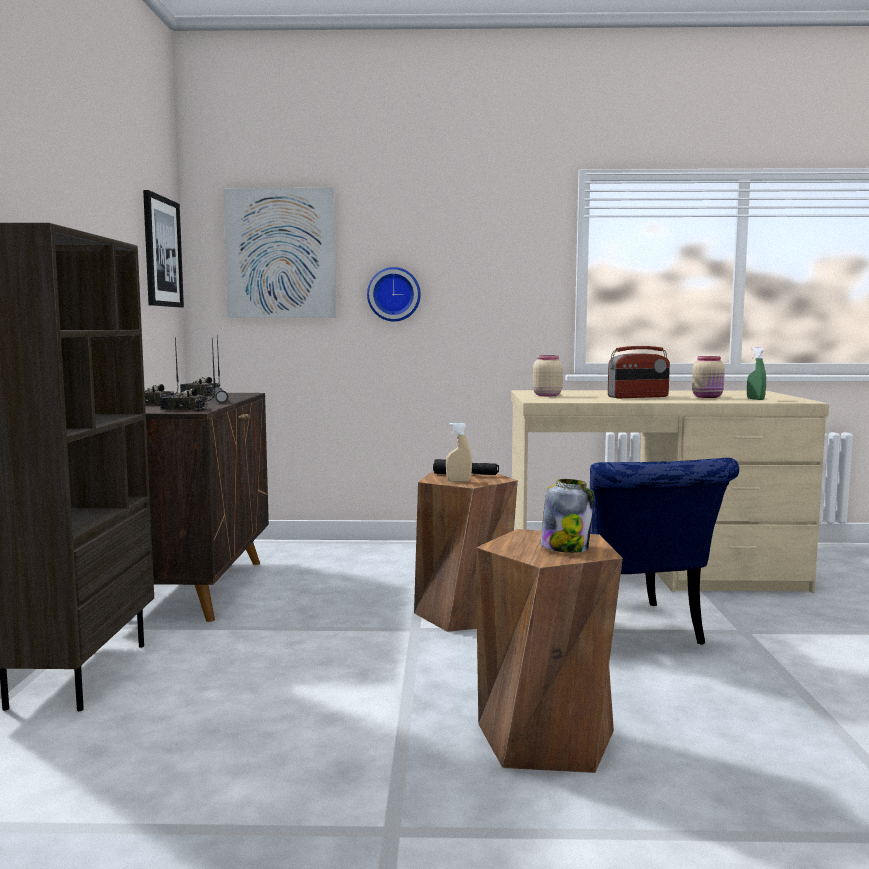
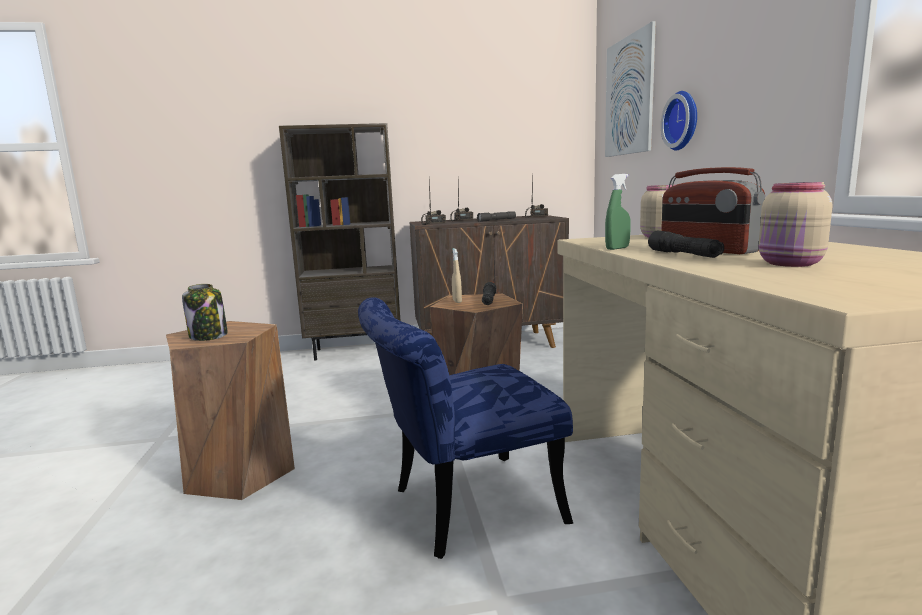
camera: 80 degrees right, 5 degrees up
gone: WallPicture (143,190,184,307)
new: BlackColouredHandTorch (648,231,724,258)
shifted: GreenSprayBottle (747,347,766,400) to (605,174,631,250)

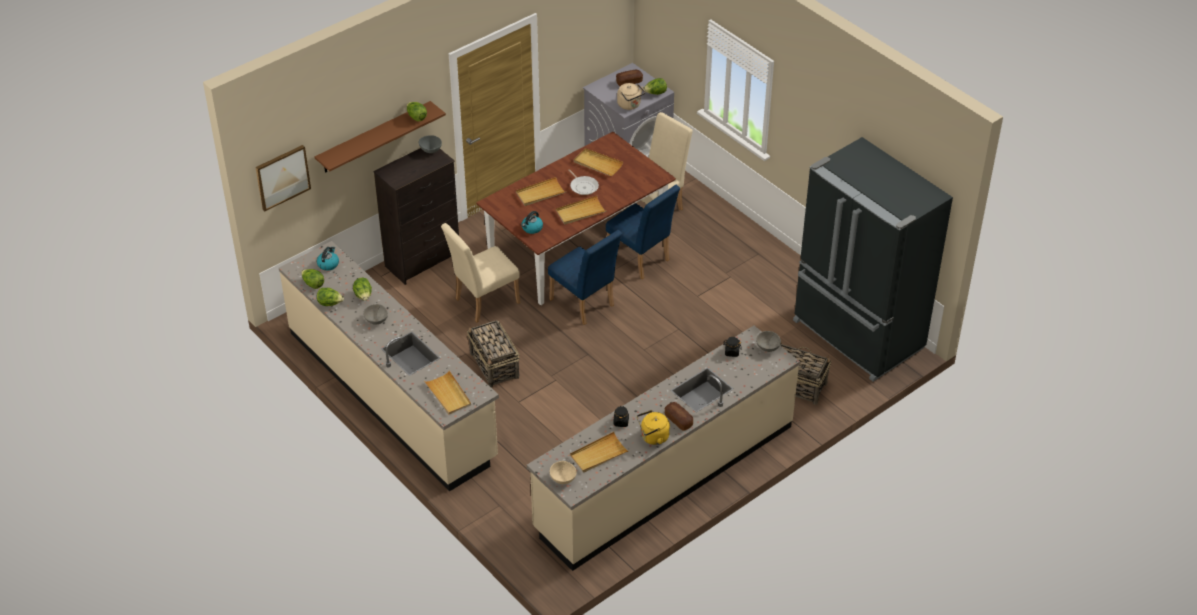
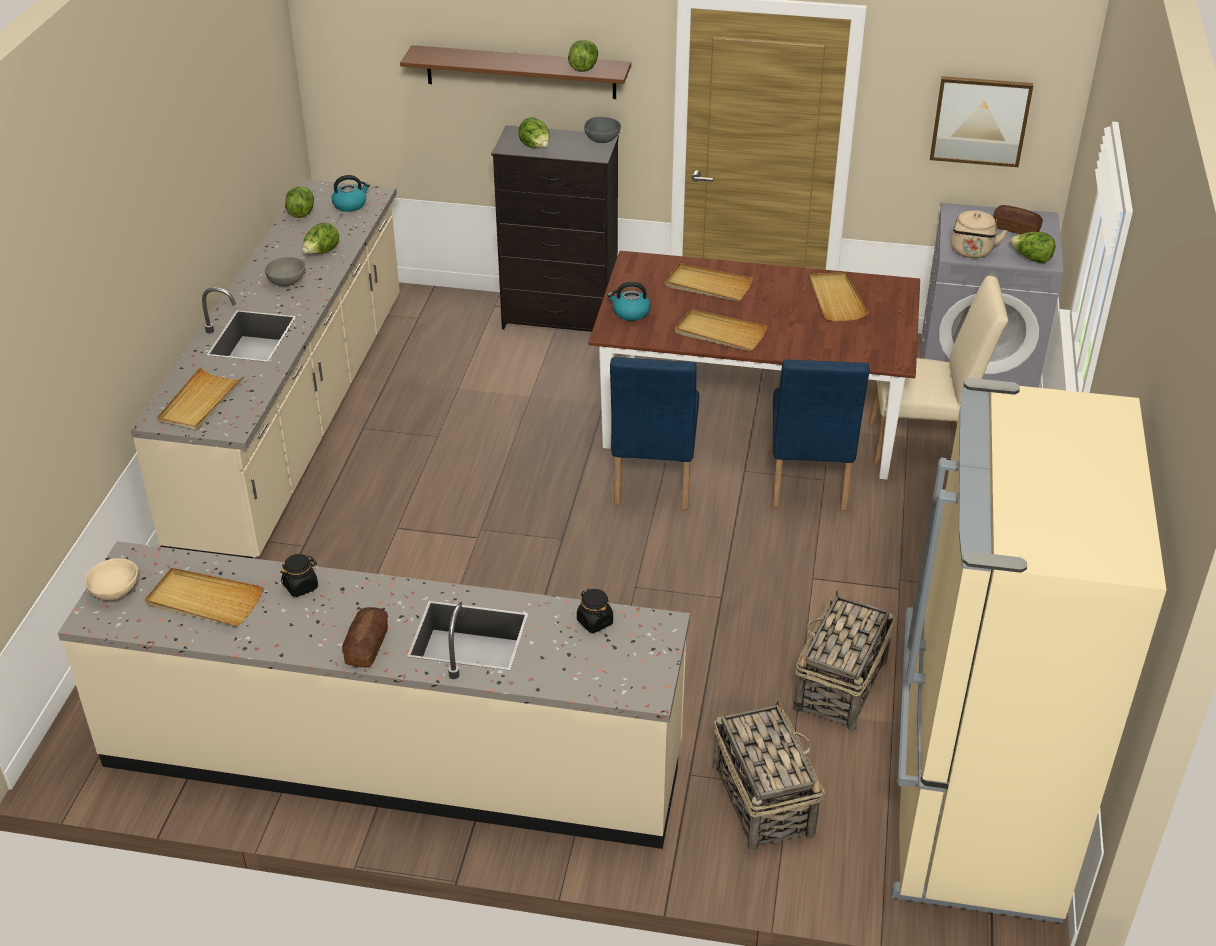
camera: 50 degrees right, 5 degrees down
gone: SandColouredChair (441,223,520,322); Pan (569,169,599,195); YellowishKettle (637,410,670,445); GreyishServingBowl (756,331,781,352)
shifted: WallPicture (255,145,311,211) to (930,76,1033,167); Lettuce (317,288,344,306) to (518,117,550,148); StorageBasket (467,320,519,387) to (793,590,895,731)
repainted: BlackColouredKitchenFridge (793,137,953,382) to SandColouredKitchenFridge (891,378,1166,923)

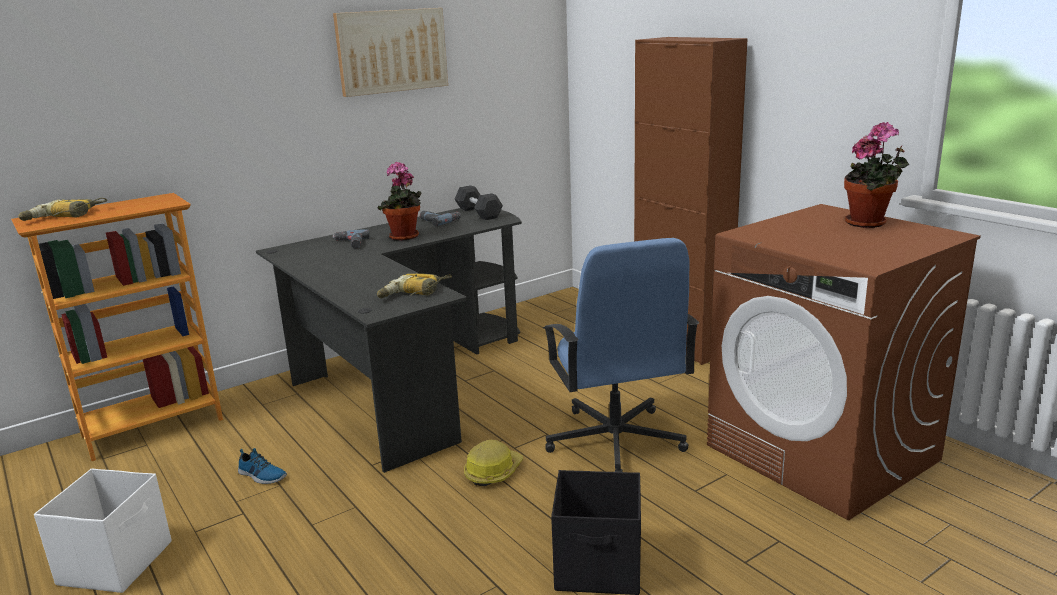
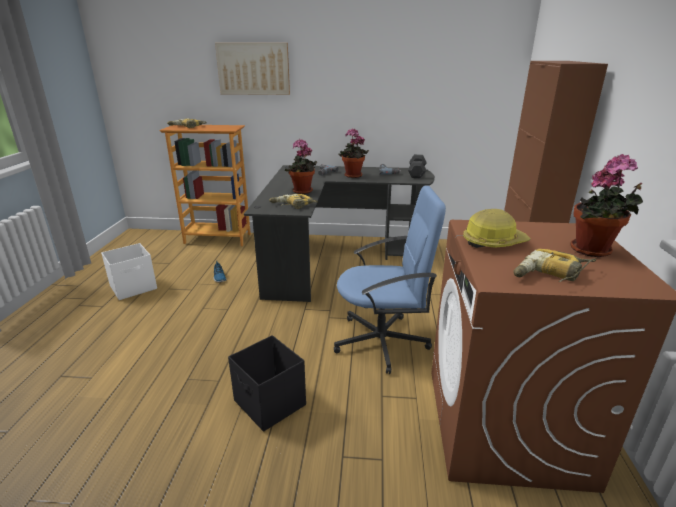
camera: 40 degrees right, 5 degrees up
new: PottedPlant (285,139,317,194); ElectricDrill (514,249,596,282)
shifted: WallPicture (333,8,448,97) to (215,43,290,95); SafetyHelmet (464,440,523,486) to (463,209,531,248)
rotated: BlueDeskChair (543,238,699,472) = (334,186,446,374) 120 degrees counterclockwise

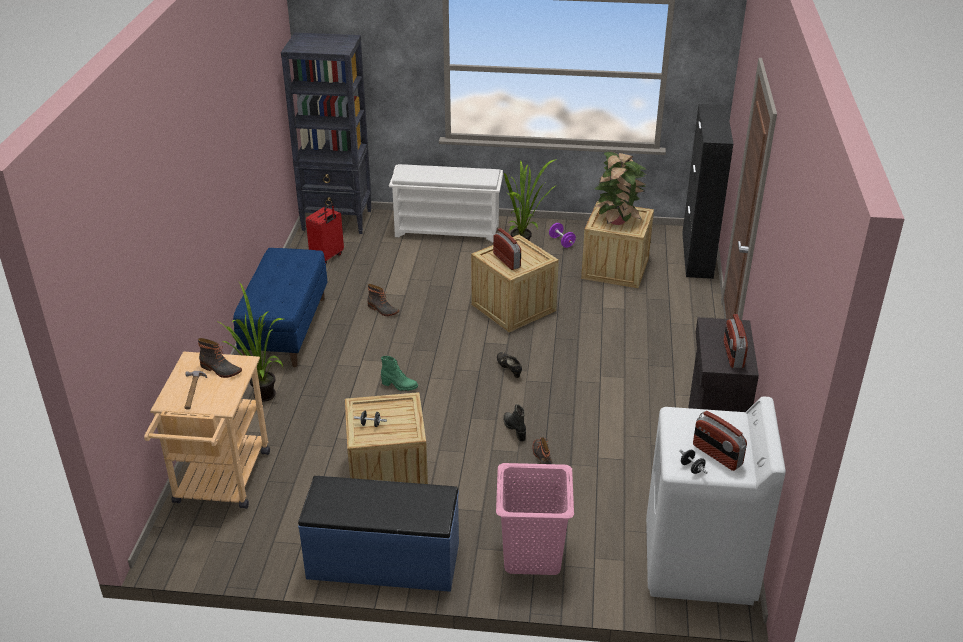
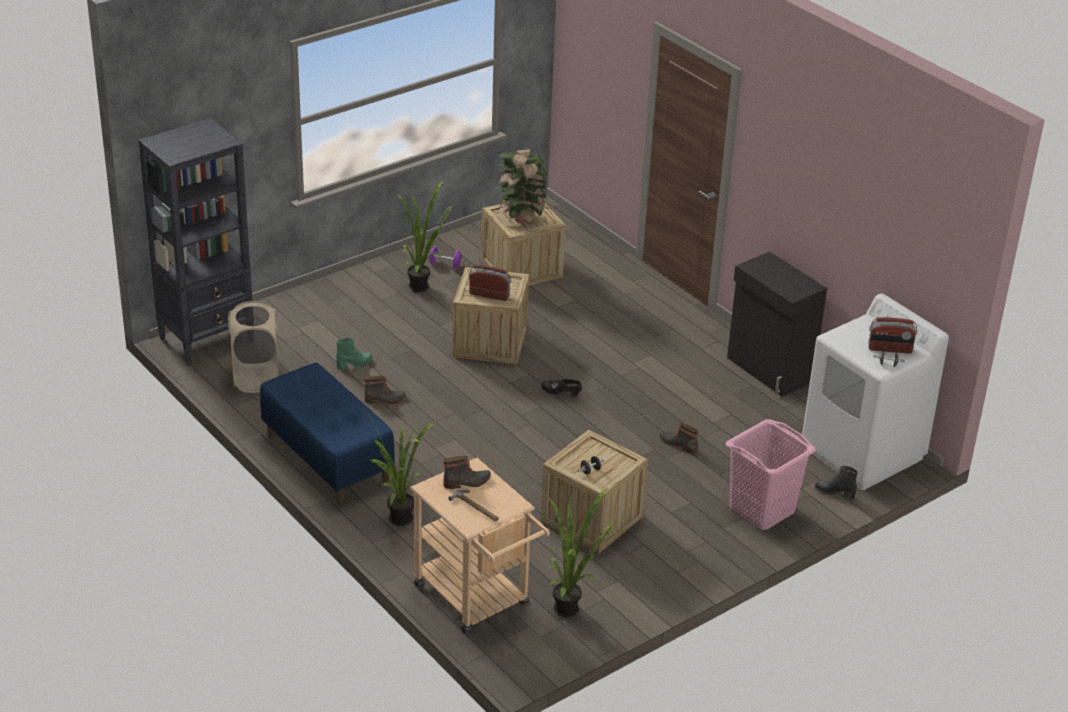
camera: 45 degrees left, 0 degrees up
gone: BlueLongSeat (298,476,459,592); WhiteShoeRack (389,164,503,243); BlackColouredCabinet (682,104,733,279); Radio (724,314,748,368)
new: PottedPlant (548,487,616,617)
shifted: GreenHighTopBoot (381,356,418,391) to (336,338,373,370); BlackColouredHighTopBoot (503,404,526,441) to (815,466,858,500)
swapped: RedColouredPieceOfLuggage (306,203,344,264) to SandColouredWashingBasket (228,301,279,393)

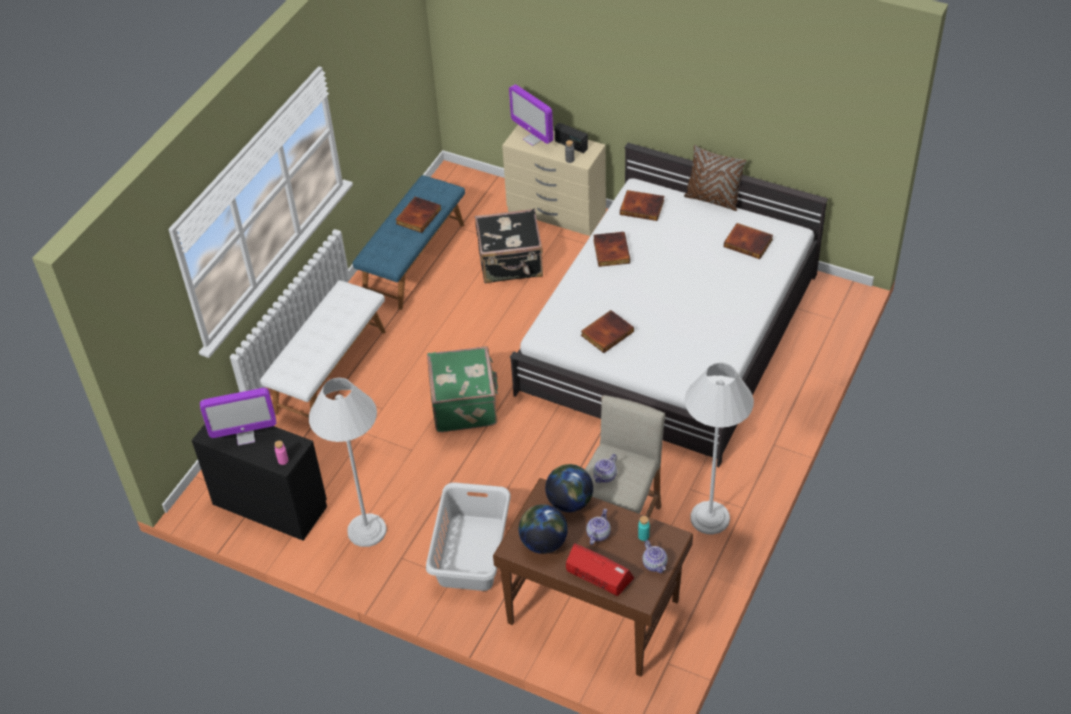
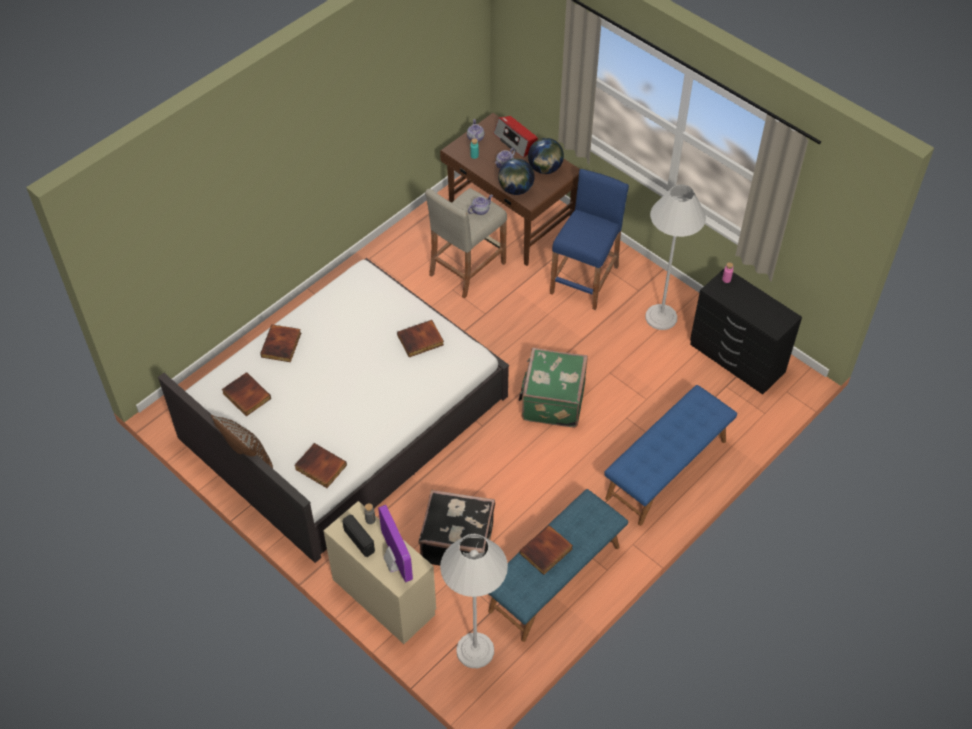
camera: 165 degrees left, 5 degrees up
gone: ComputerScreen (200,388,277,446)
shifted: BoundBook (593,232,630,267) to (260,325,301,362); WhiteStandardLamp (685,363,754,534) to (440,534,508,668)
swapped: GreyishWashingBasket (426,482,511,591) to BlueSittingStool (550,169,629,310)
repainted: WhiteLongSeat (260,280,386,418) to BlueLongSeat (604,385,737,526)

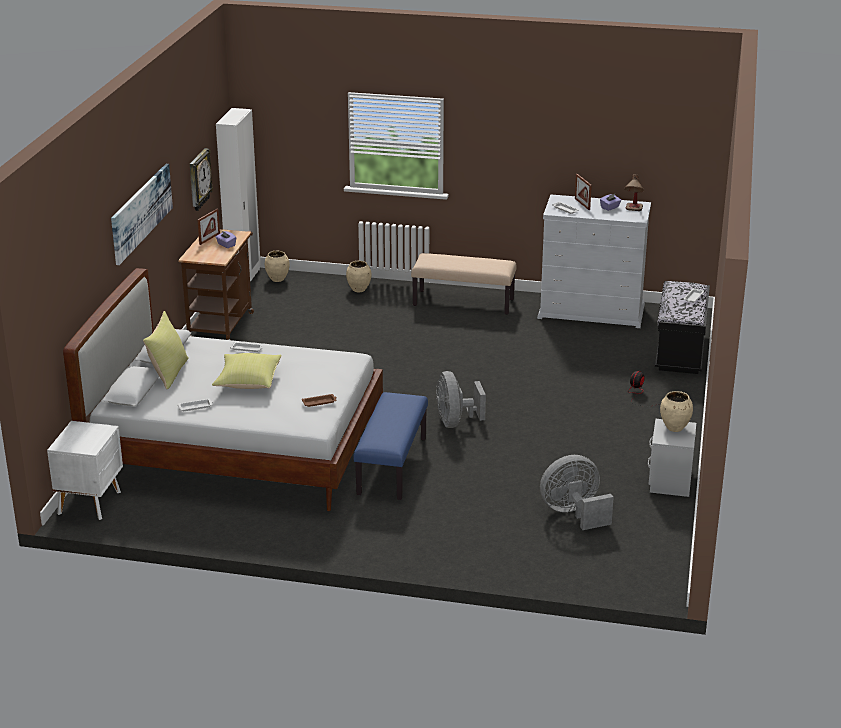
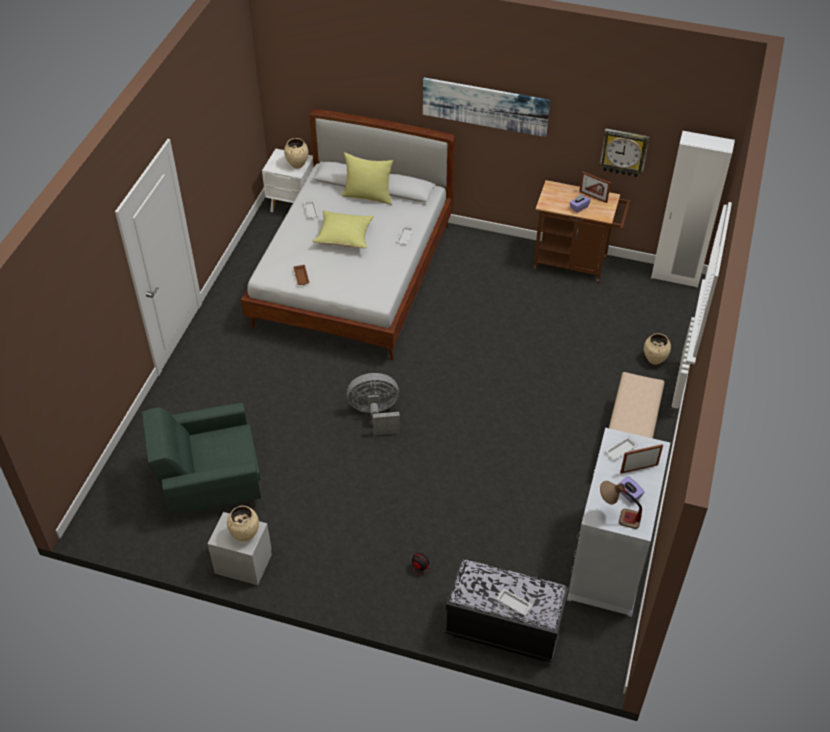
camera: 95 degrees right, 20 degrees up
gone: BlueLongSeat (353,392,428,500)
shifted: SandColouredFlowerVase (265,251,290,282) to (284,138,309,169)
swapped: GreyishFan (540,455,614,530) to GreenLoungeChair (142,403,261,515)

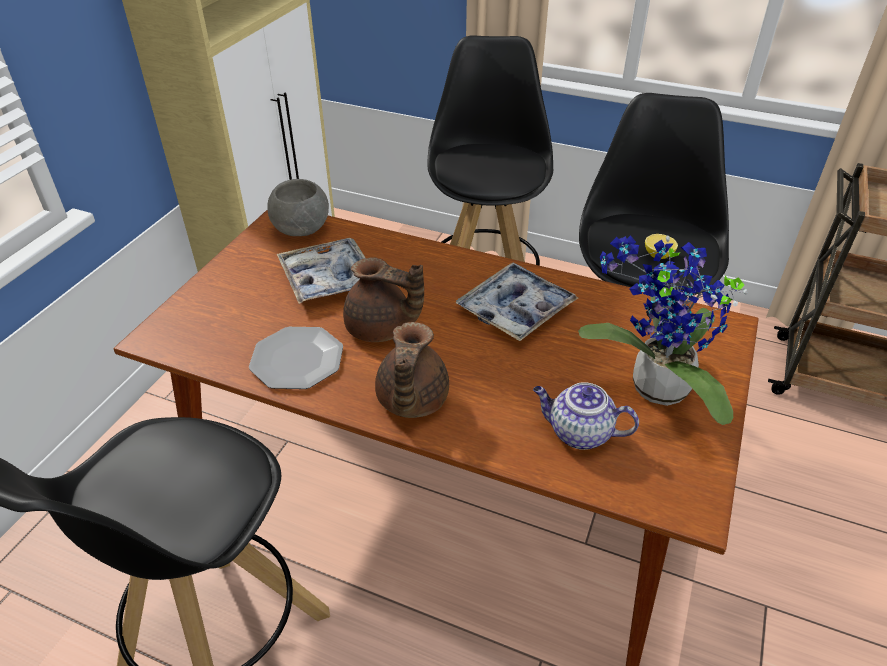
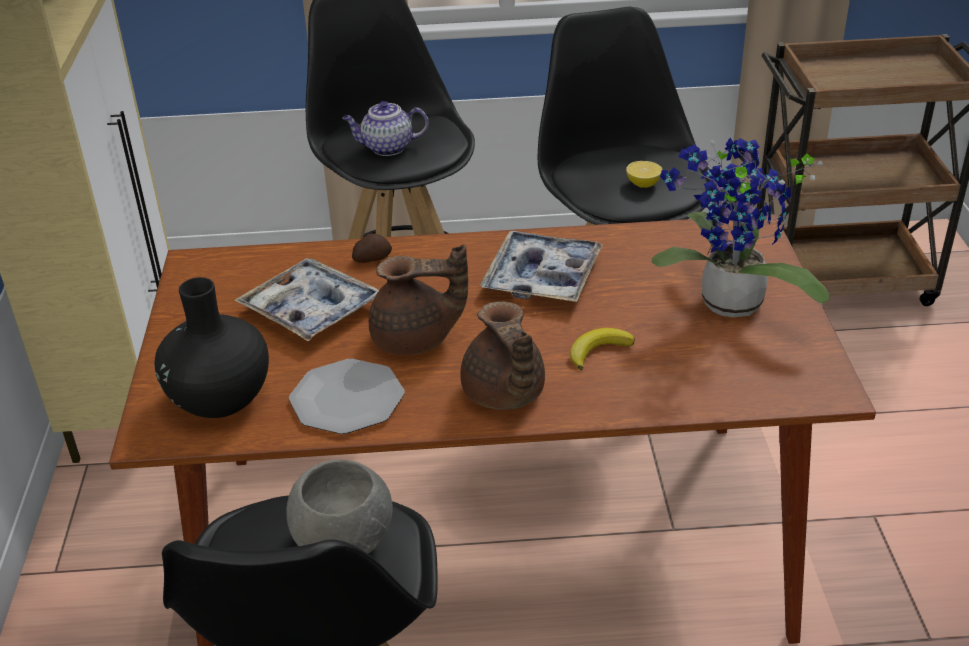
camera: 25 degrees left, 5 degrees down
new: BlackColouredFlowerVase (154,277,269,418); WholePotato (352,233,392,263); Banana (570,328,635,370)
shifted: GreyishServingBowl (267,179,329,236) to (286,459,393,554); TeaPot (533,382,639,450) to (342,101,429,156)

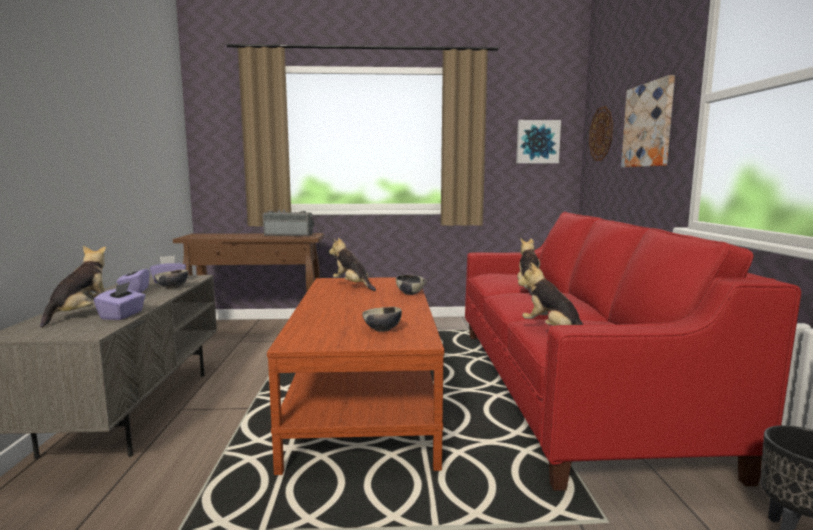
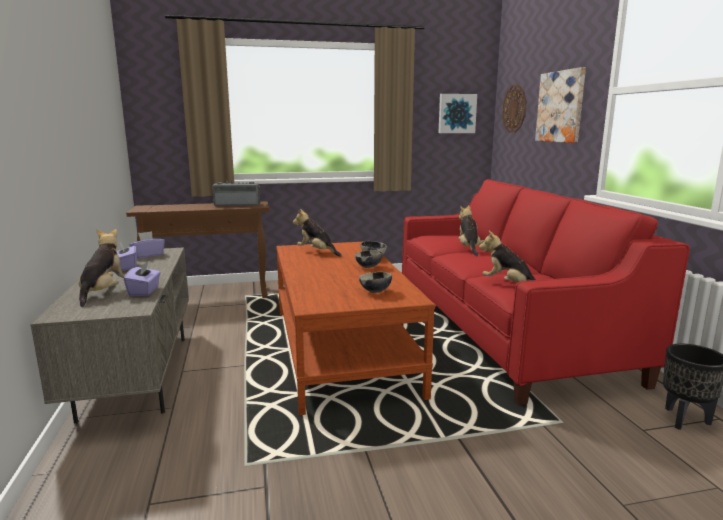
camera: 10 degrees left, 5 degrees up
shifted: ServingBowl (154,270,189,289) to (354,250,383,268)

